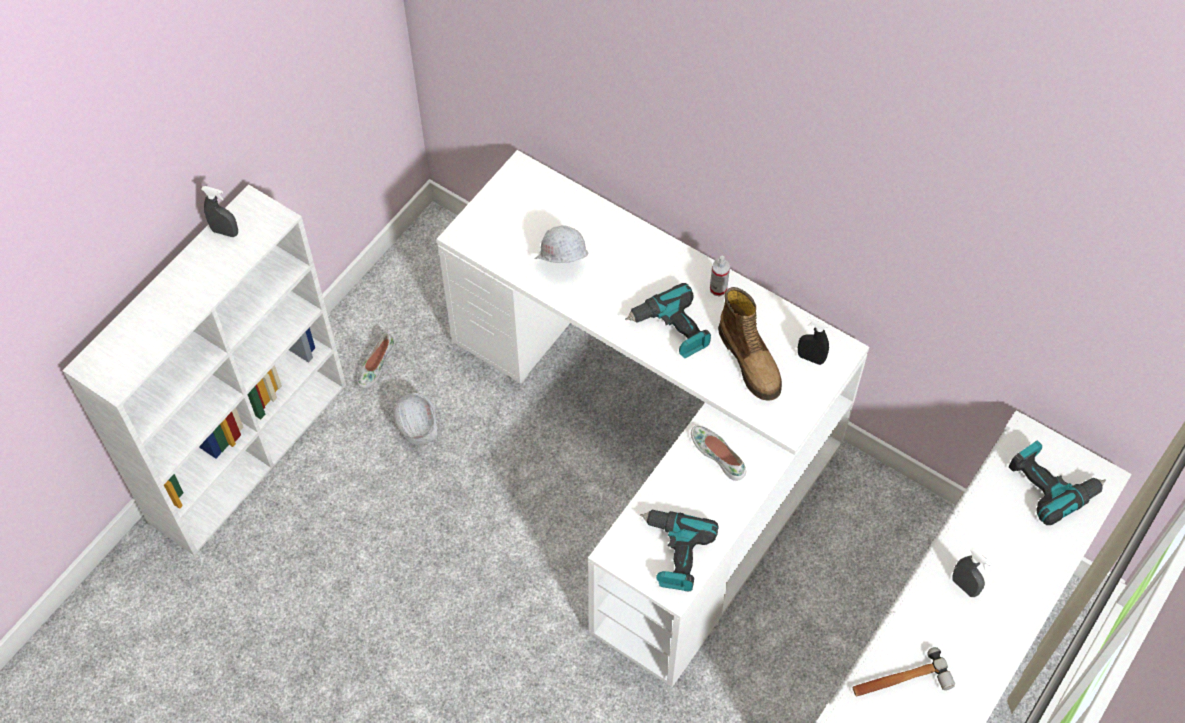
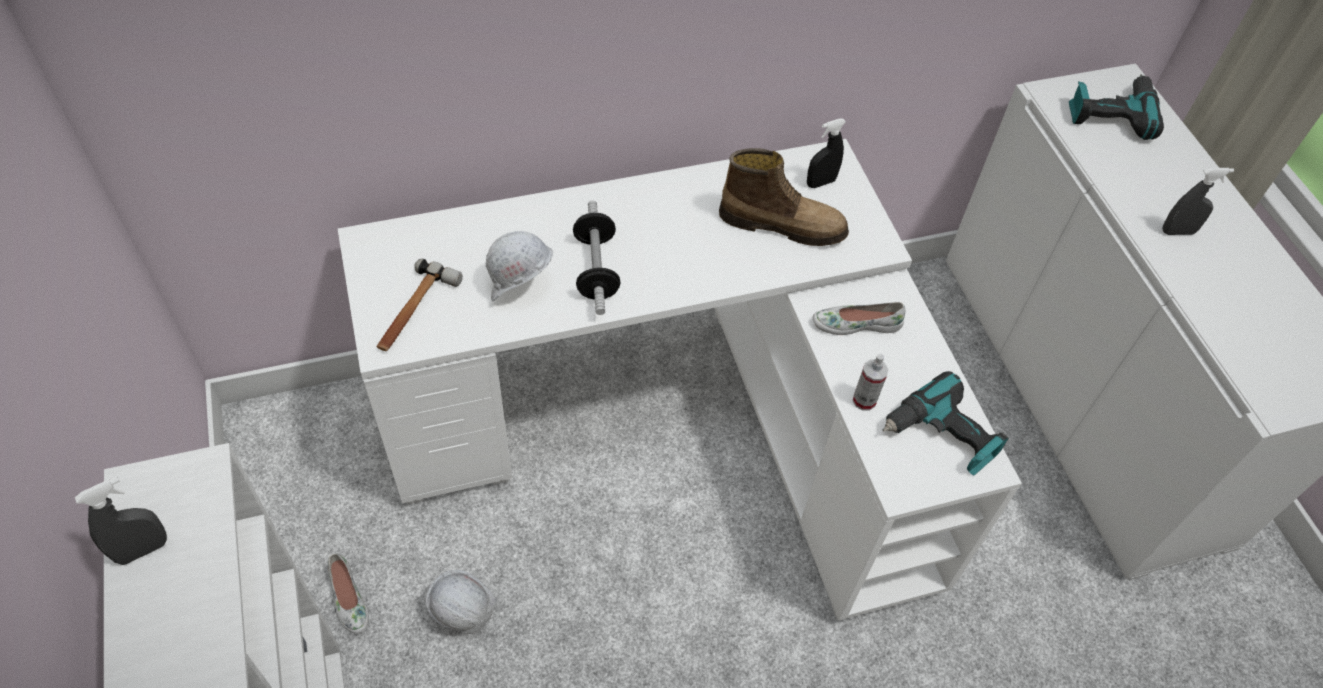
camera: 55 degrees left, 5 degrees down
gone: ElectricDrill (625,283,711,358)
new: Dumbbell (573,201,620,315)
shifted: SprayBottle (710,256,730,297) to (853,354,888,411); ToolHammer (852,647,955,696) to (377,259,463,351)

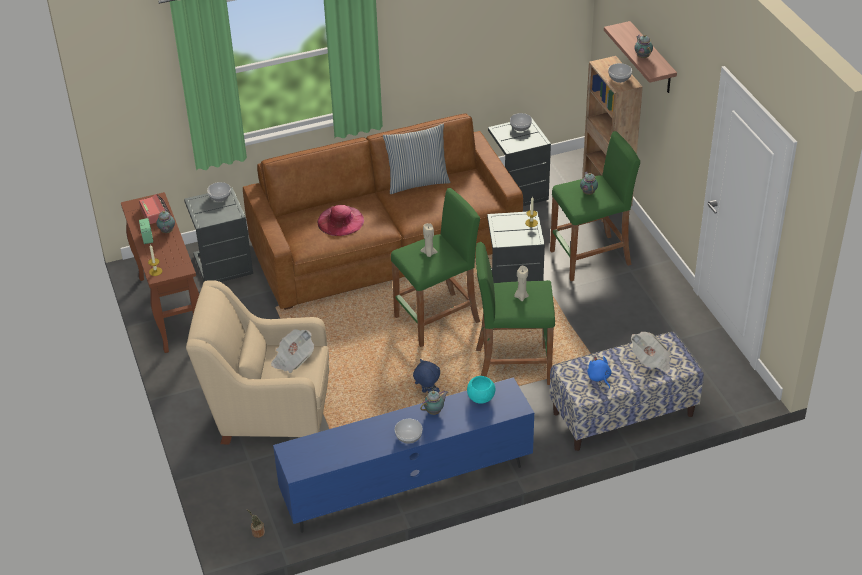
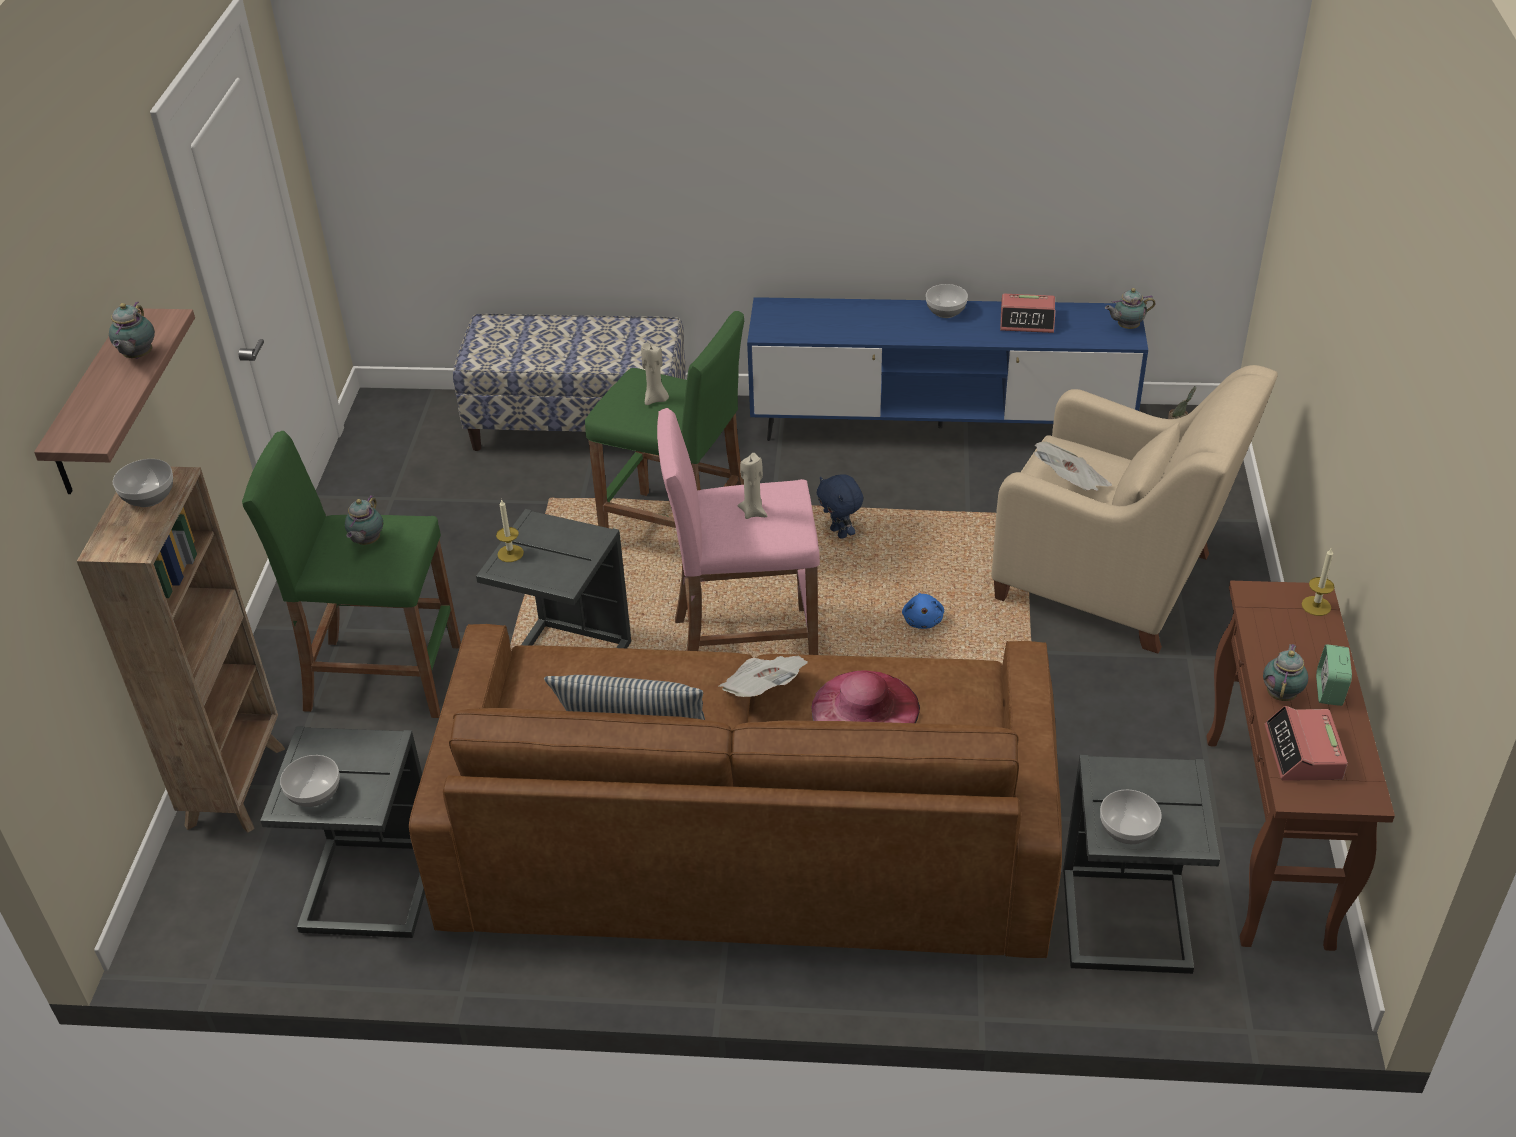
camera: 155 degrees left, 0 degrees up
gone: TurquoiseColouredServingBowl (467,376,495,404)
new: BedsideClock (1000,294,1056,333)
shifted: TeaPot (420,391,448,415) to (1105,288,1155,329); BlueSoftToy (587,356,611,389) to (902,593,944,629); DailyPaper (631,332,671,373) to (719,656,808,697)
repainted: GreenSittingStool (391,188,480,347) to PinkishSittingStool (657,408,820,655)

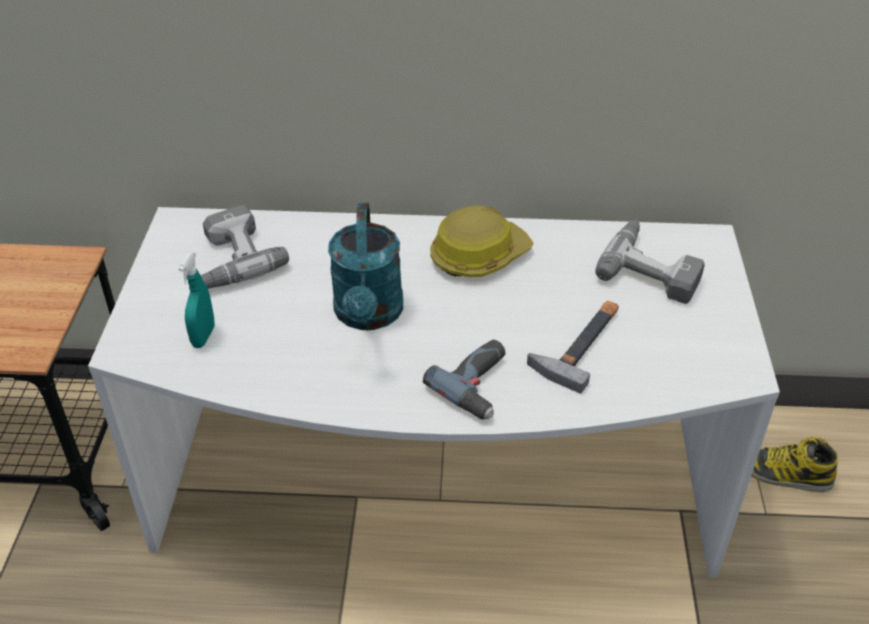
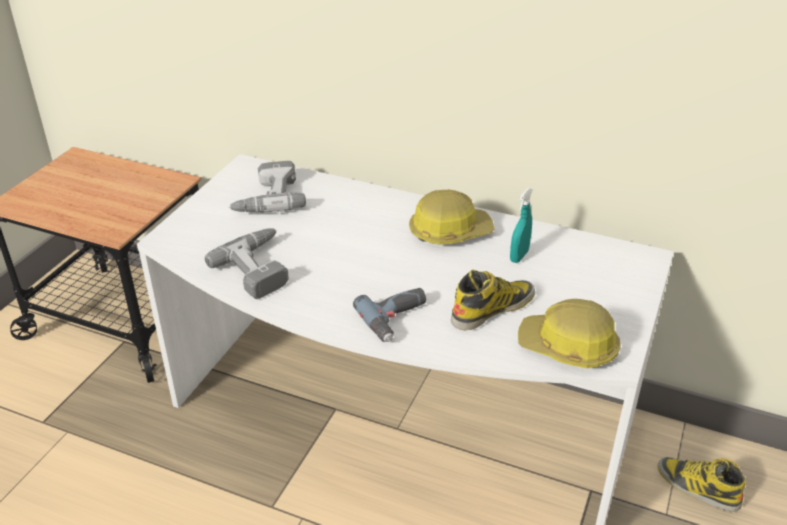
camera: 20 degrees right, 5 degrees down
gone: TurquoiseColouredWateringCan (328,203,403,330)
new: SafetyHelmet (518,299,621,368)
shifted: TurquoiseColouredSprayBottle (179,252,215,348) to (510,188,533,263); ElectricDrill (595,220,705,304) to (205,228,289,299)
swapped: ToolHammer (527,301,619,394) to HighTopBoot (451,270,535,330)

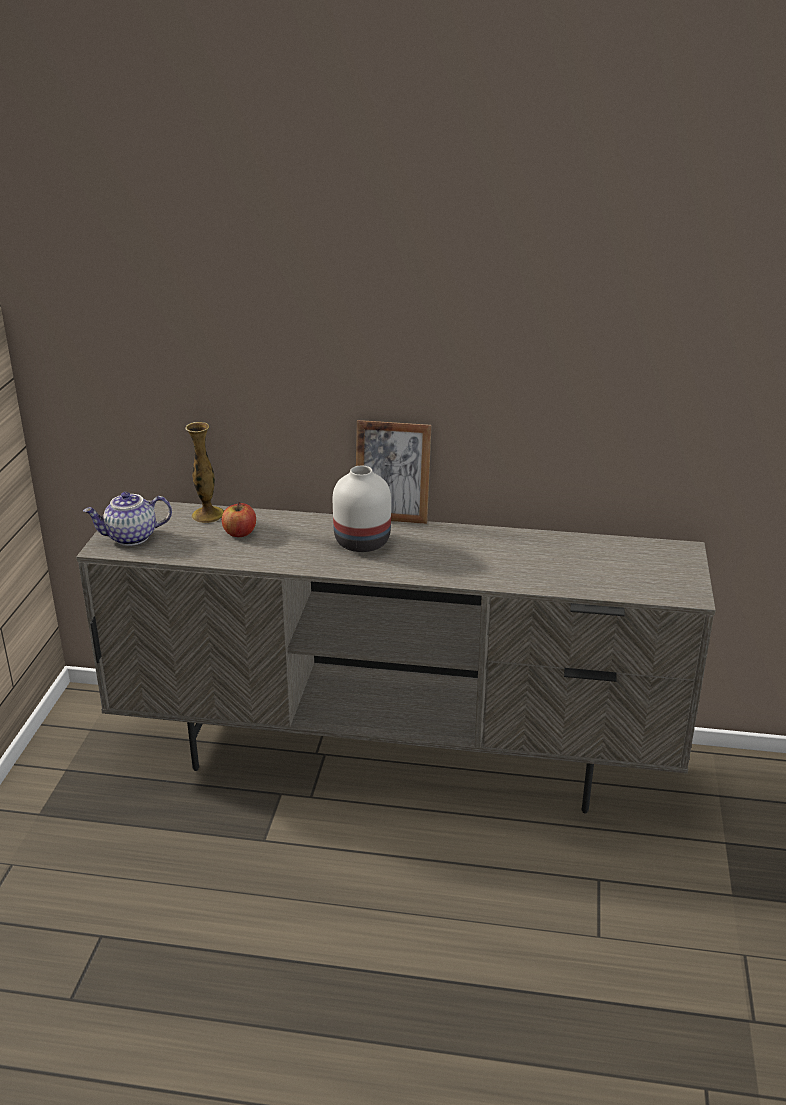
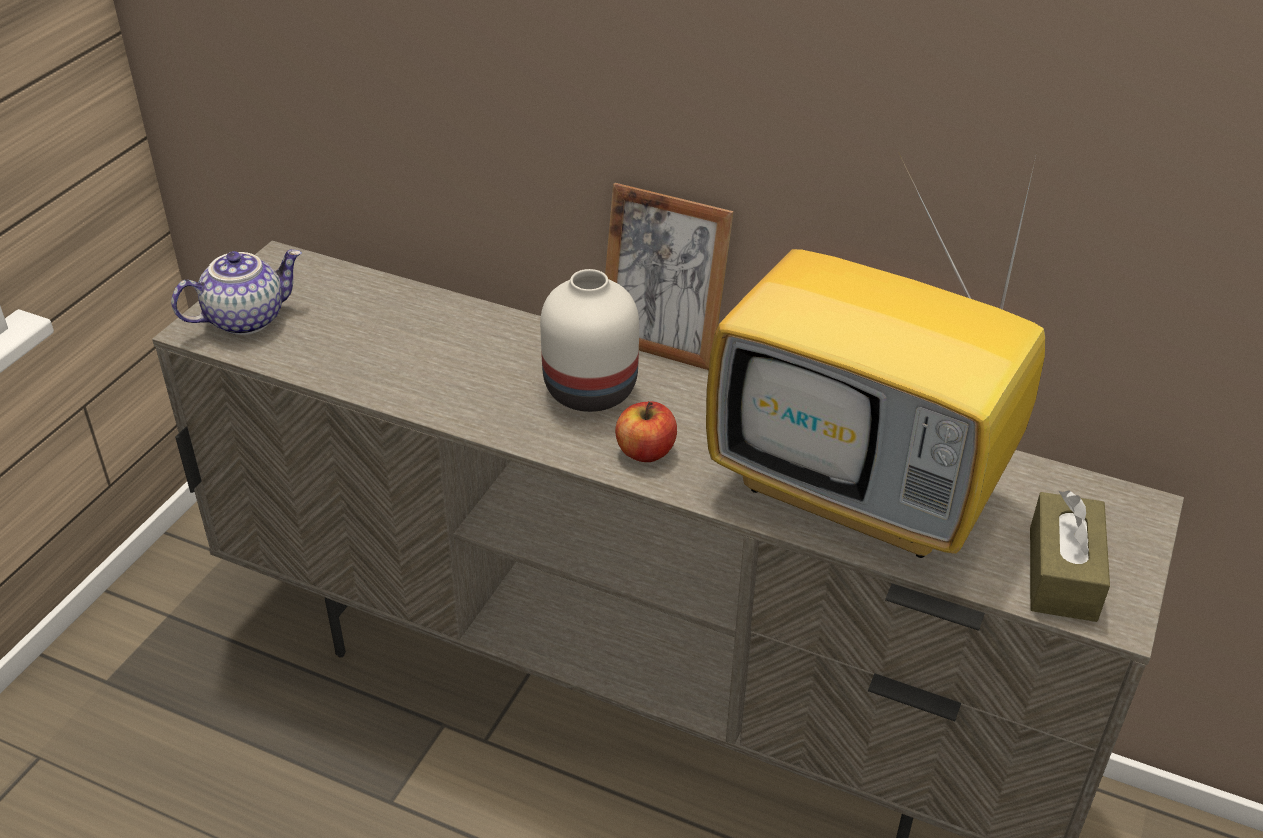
camera: 15 degrees right, 10 degrees up
gone: FlowerVase (185,422,225,523)
new: Television (706,154,1045,558); BrownishTissueBox (1030,491,1110,622)
shifted: WholeApple (222,502,256,537) to (615,401,677,462)
rotated: TeaPot (83,492,172,546) = (171,249,302,335) 150 degrees clockwise

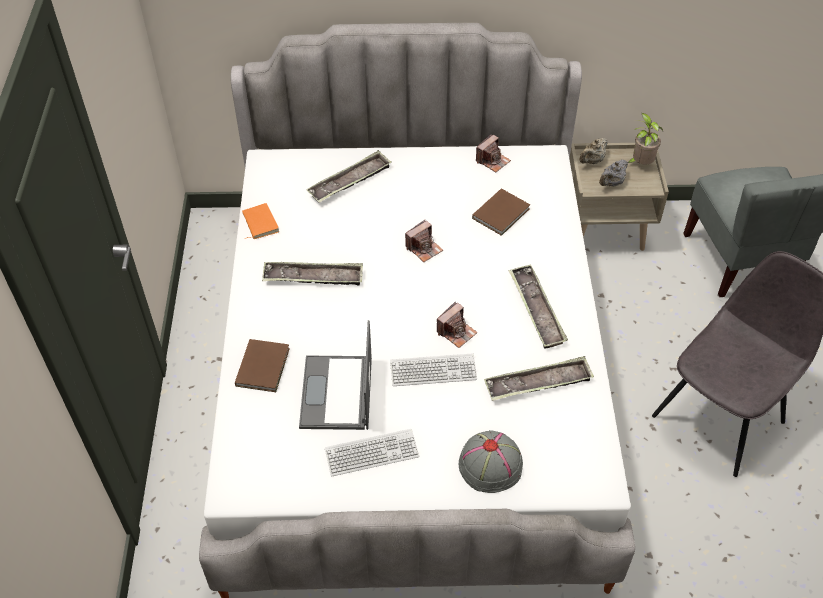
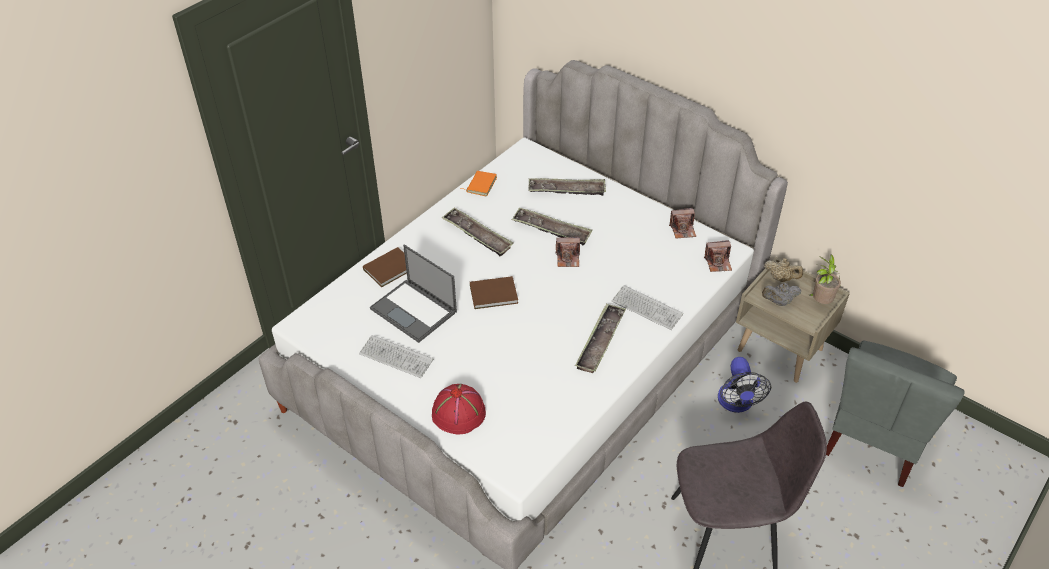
camera: 40 degrees right, 5 degrees down
new: Fan (718,357,771,413)
shifted: PcKeyboard (390,353,477,386) to (612,285,683,330); StillCamera (437,302,478,348) to (704,240,732,272); BrownishBoundBook (472,188,530,236) to (470,276,518,309); CarryingTray (484,356,594,401) to (512,207,593,246)
repainted: GreyishClothingHat (459,430,523,493) to RedColouredClothingHat (432,384,486,434)
rotated: PortableComputer (299,320,372,430) = (370,244,457,343) 90 degrees counterclockwise; SandColouredTeaPot (579,138,608,164) = (764,258,803,282) 150 degrees counterclockwise

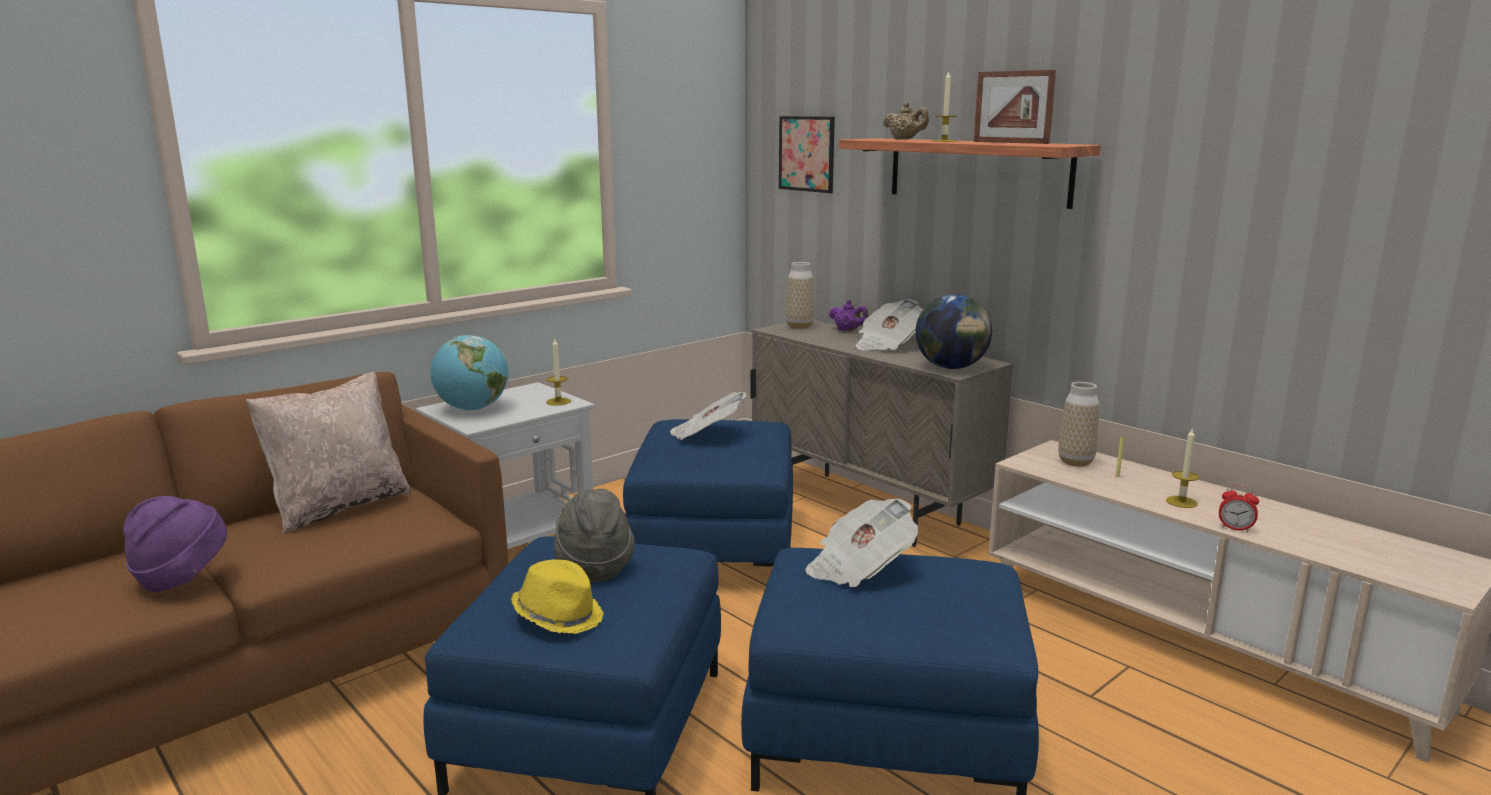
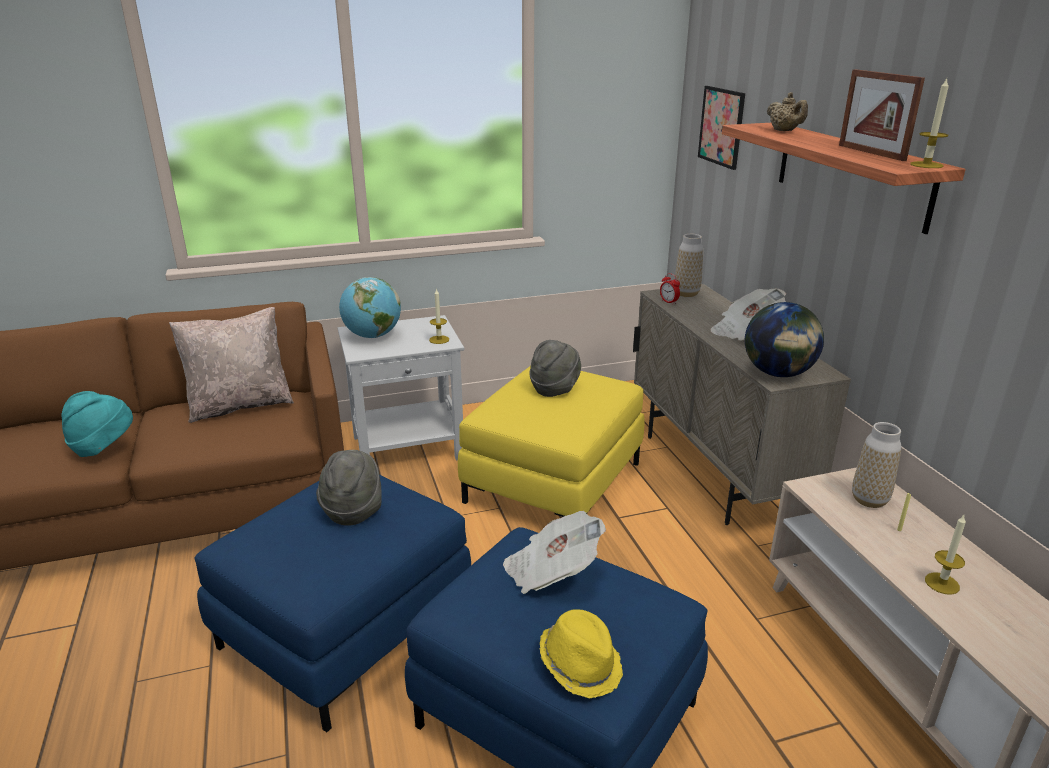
camera: 25 degrees right, 10 degrees up
gone: PurpleColouredTeaPot (829,300,869,331)
shifted: YellowishClothingHat (511,560,604,634) to (539,609,623,698); WaxLight (932,70,957,142) to (910,79,949,168); BedsideClock (1219,485,1259,532) to (660,273,680,305)
swapped: DailyPaper (670,392,747,440) to GreyishClothingHat (529,340,581,397)
repainted: PurpleColouredClothingHat (123,496,227,592) to TurquoiseColouredClothingHat (62,391,133,457); BlueOttoman (623,419,793,567) to YellowishOttoman (458,366,645,517)

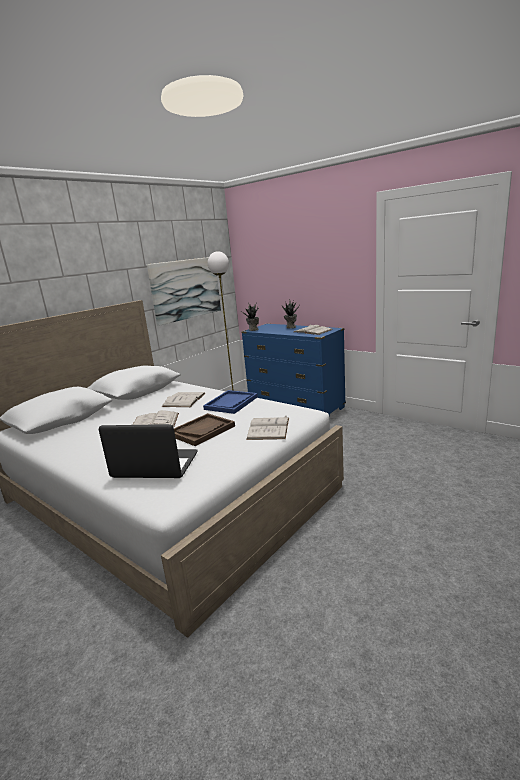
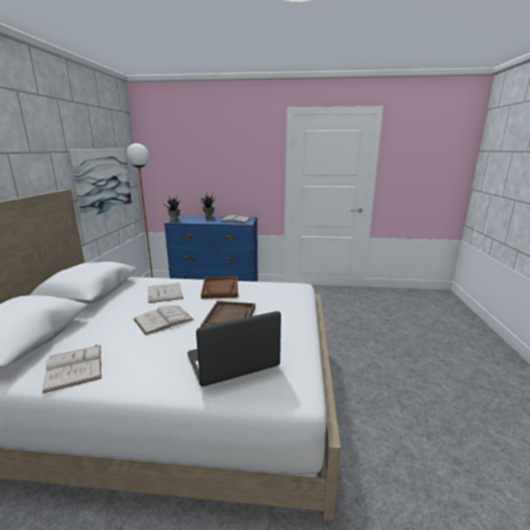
camera: 35 degrees left, 0 degrees up
shifted: WhiteBoundBook (246,416,289,440) to (42,344,101,394)
repainted: BlueCarryingTray (203,390,258,414) to BrownishCarryingTray (201,276,238,299)

